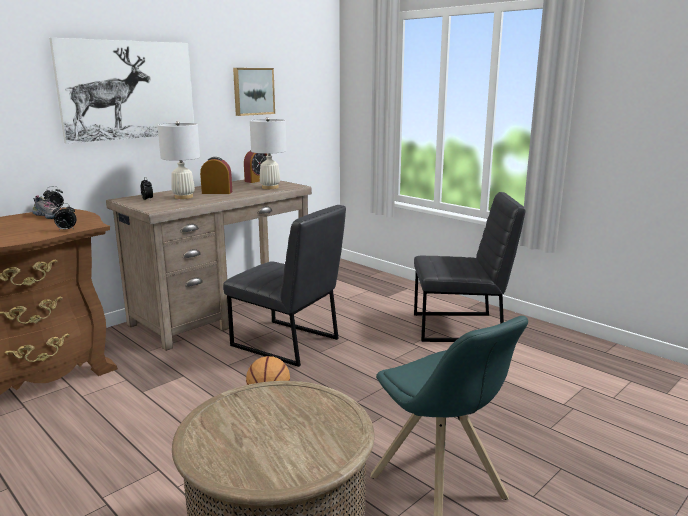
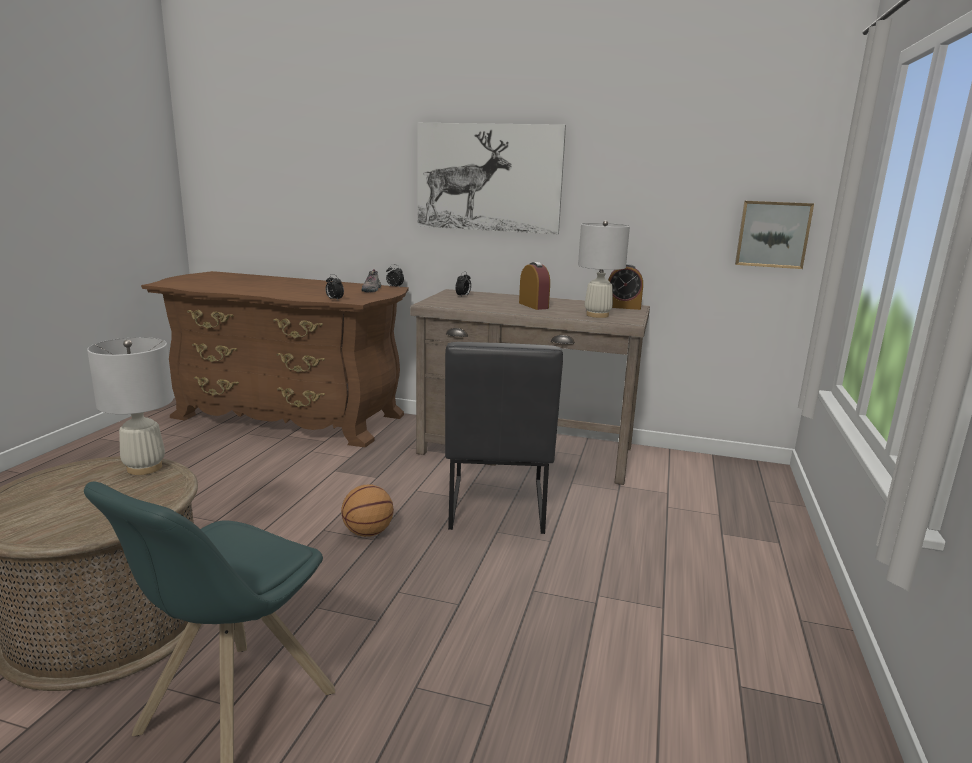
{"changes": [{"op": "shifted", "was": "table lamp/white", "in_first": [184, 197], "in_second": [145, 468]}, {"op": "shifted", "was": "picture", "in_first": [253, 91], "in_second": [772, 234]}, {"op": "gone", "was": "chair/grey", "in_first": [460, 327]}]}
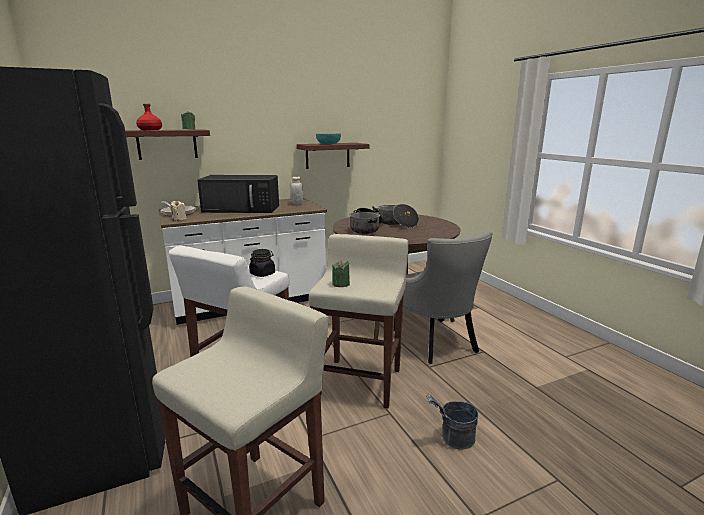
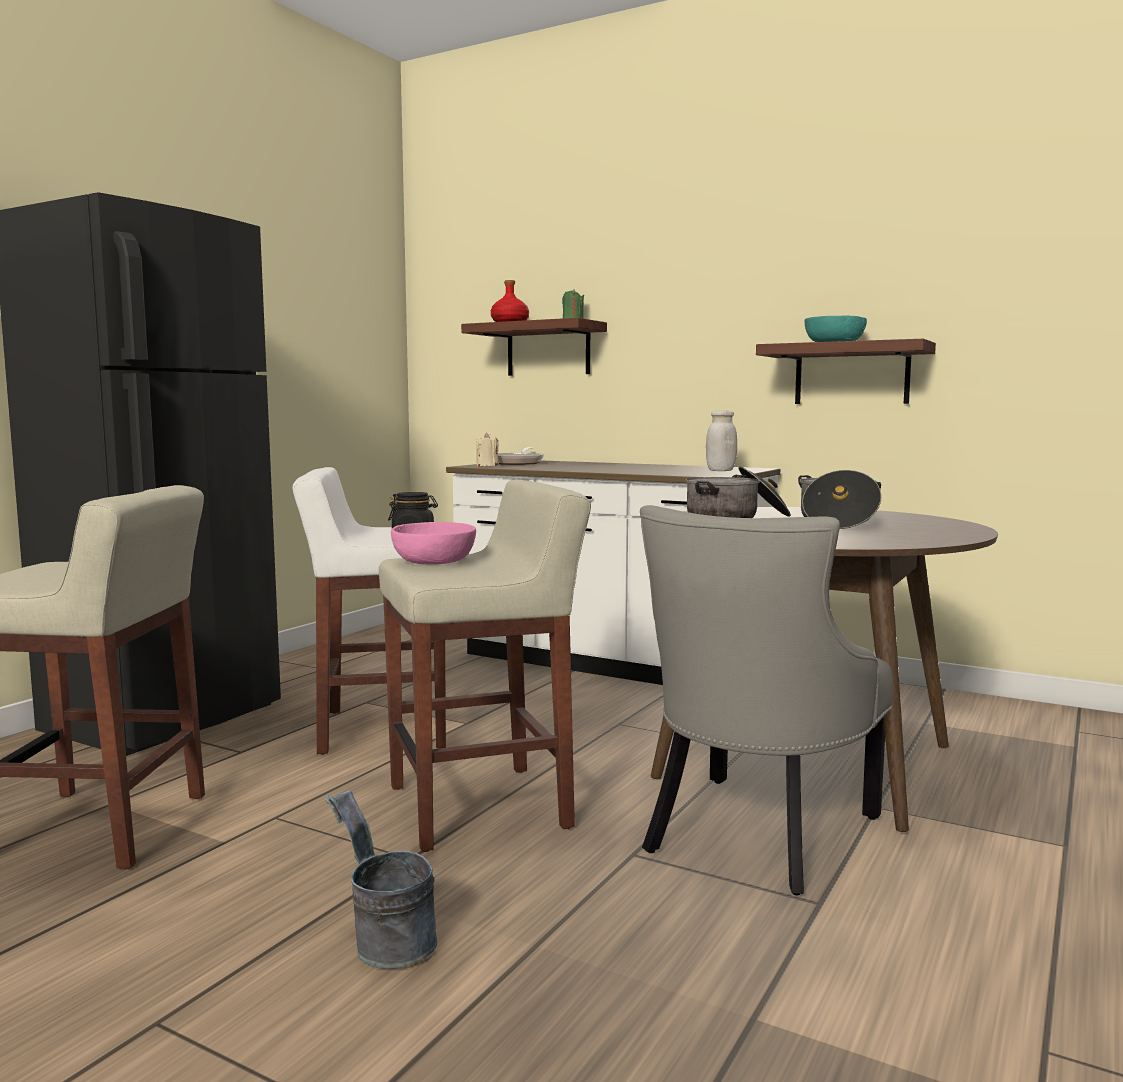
{"changes": [{"op": "swapped", "was": "candle/green", "now": "bowl/pink", "in_first": [341, 284], "in_second": [434, 561]}, {"op": "gone", "was": "microwave/black", "in_first": [242, 209]}]}
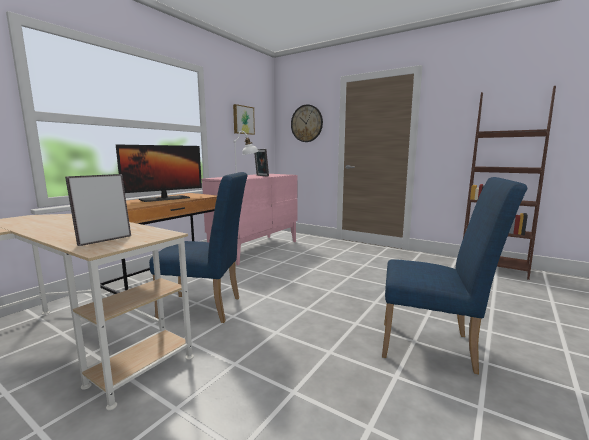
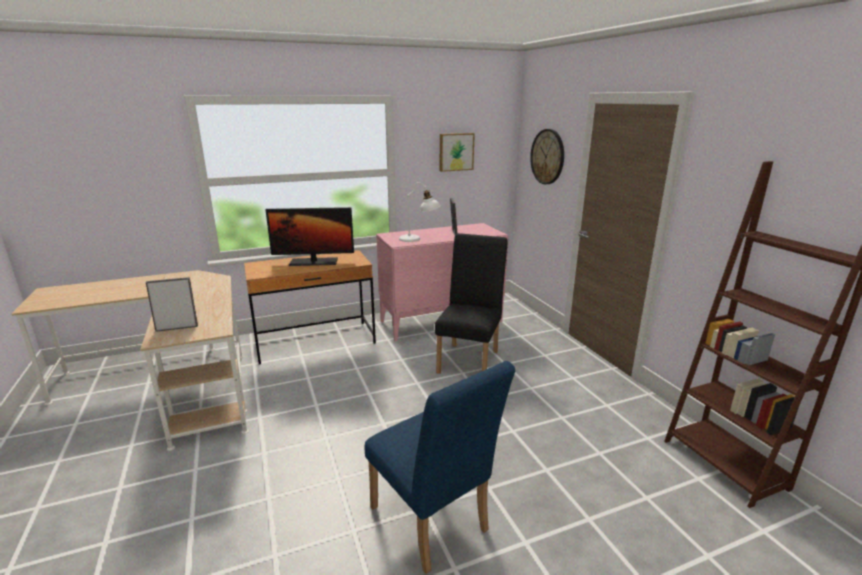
{"changes": [{"op": "new", "now": "chair/black", "in_second": [470, 359]}, {"op": "gone", "was": "chair/blue", "in_first": [206, 308]}]}
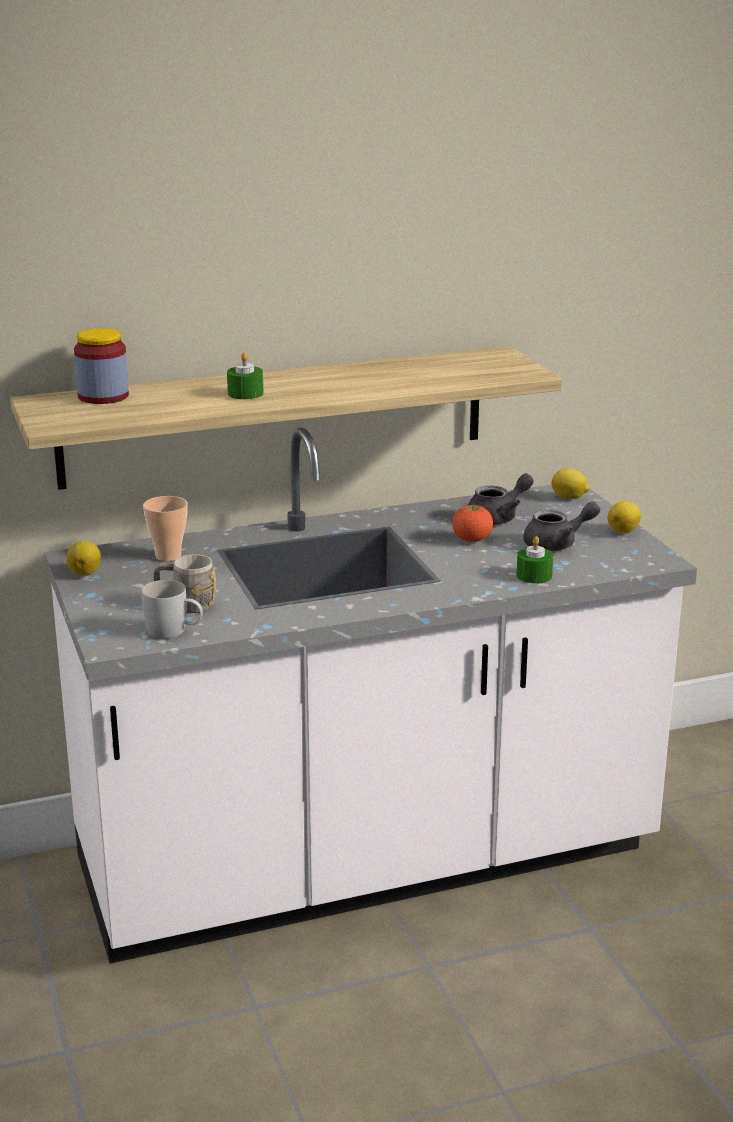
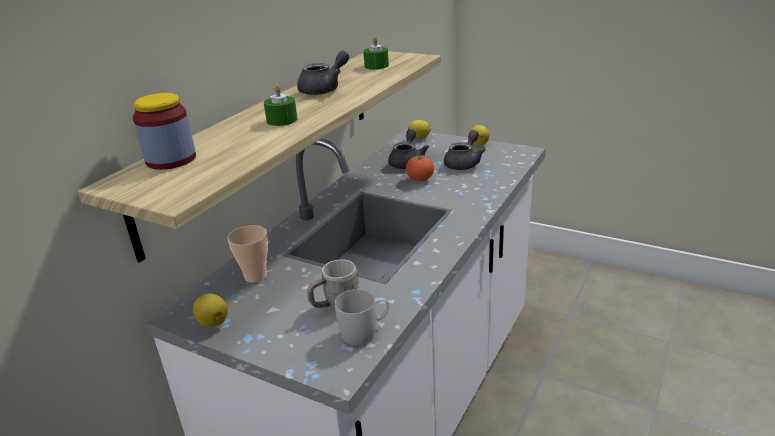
{"changes": [{"op": "new", "now": "teapot/grey", "in_second": [325, 89]}, {"op": "shifted", "was": "candle/green", "in_first": [534, 575], "in_second": [376, 66]}]}
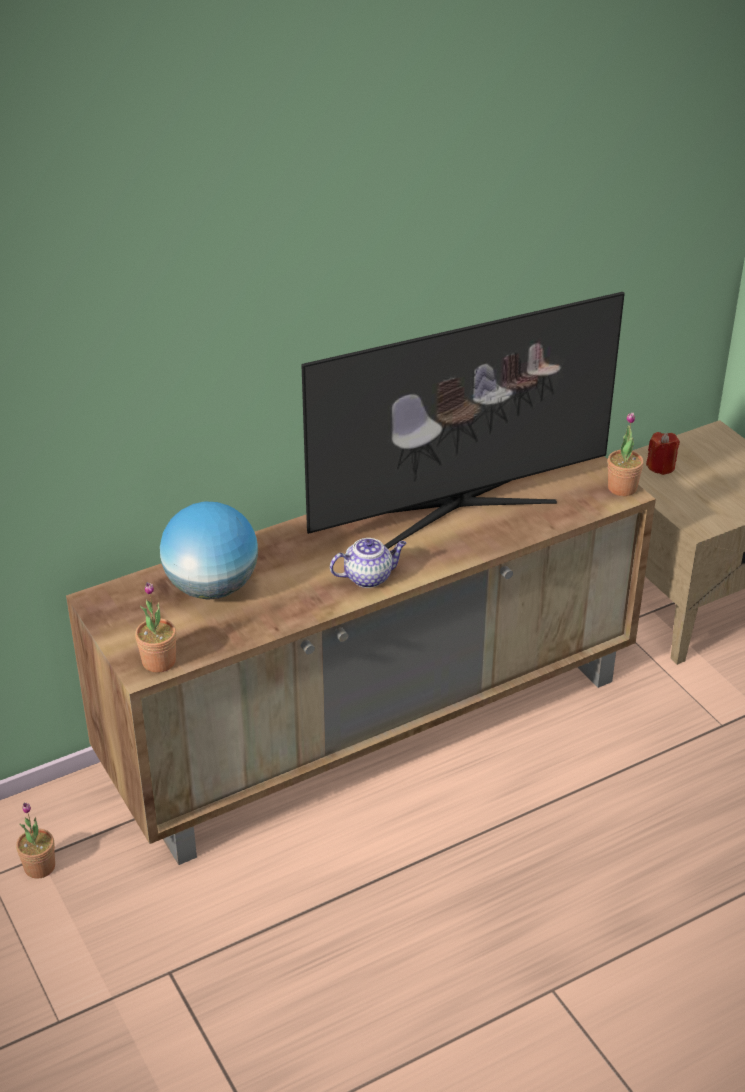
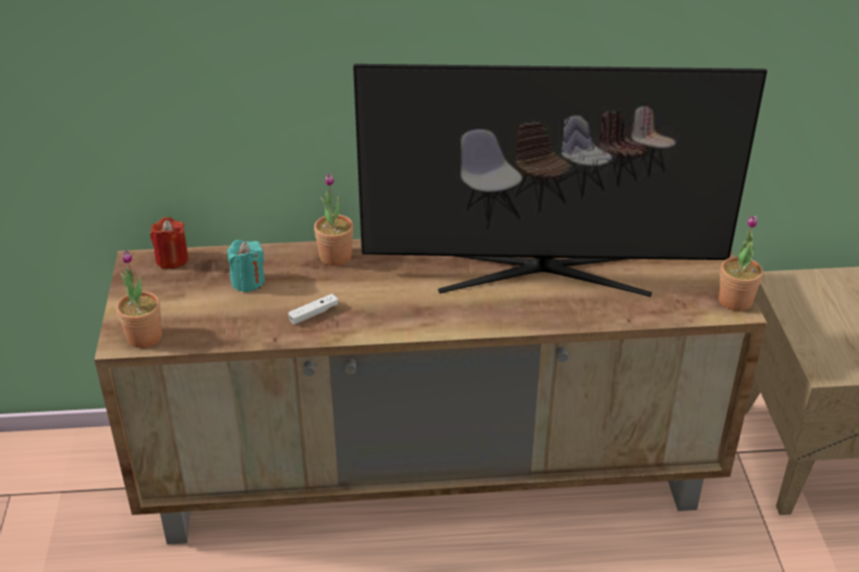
{"changes": [{"op": "shifted", "was": "candle/red", "in_first": [661, 466], "in_second": [172, 259]}, {"op": "swapped", "was": "globe", "now": "candle/turquoise", "in_first": [212, 588], "in_second": [248, 282]}, {"op": "new", "now": "game controller/white", "in_second": [314, 314]}, {"op": "shifted", "was": "potted plant", "in_first": [39, 867], "in_second": [335, 256]}, {"op": "gone", "was": "teapot", "in_first": [369, 577]}]}
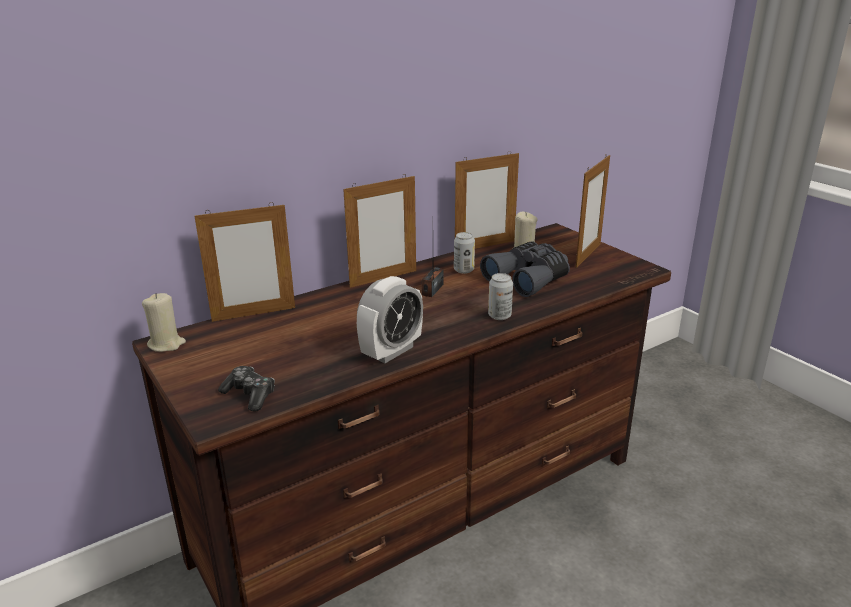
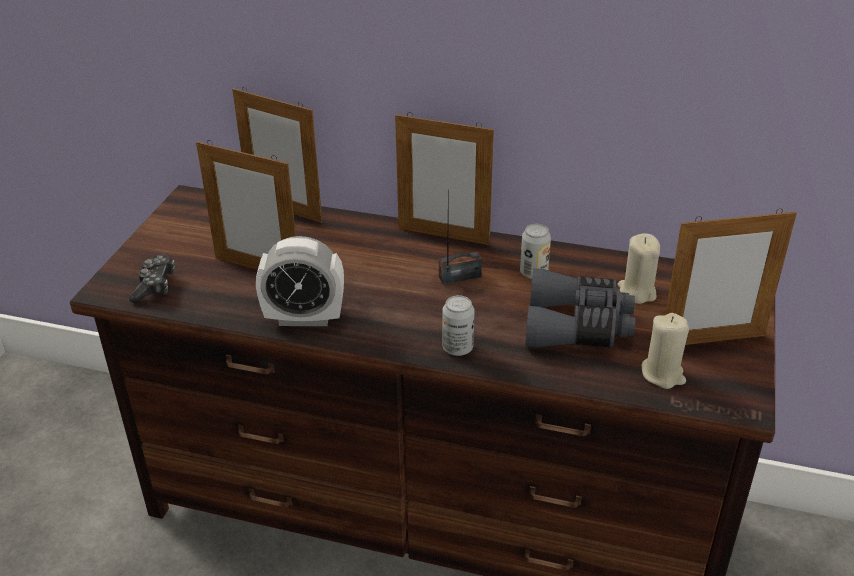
{"changes": [{"op": "shifted", "was": "picture frame", "in_first": [485, 246], "in_second": [257, 269]}, {"op": "shifted", "was": "candle/beige", "in_first": [166, 344], "in_second": [663, 374]}]}
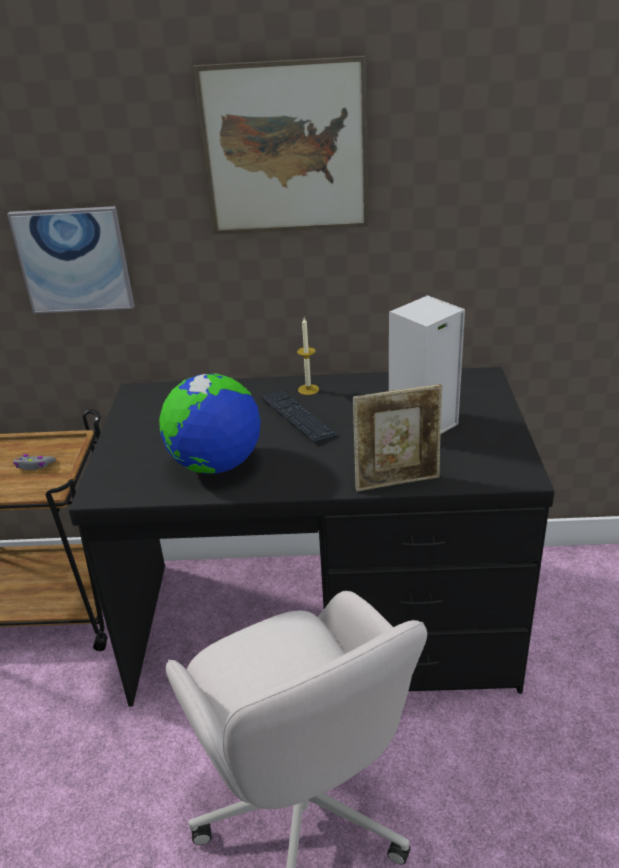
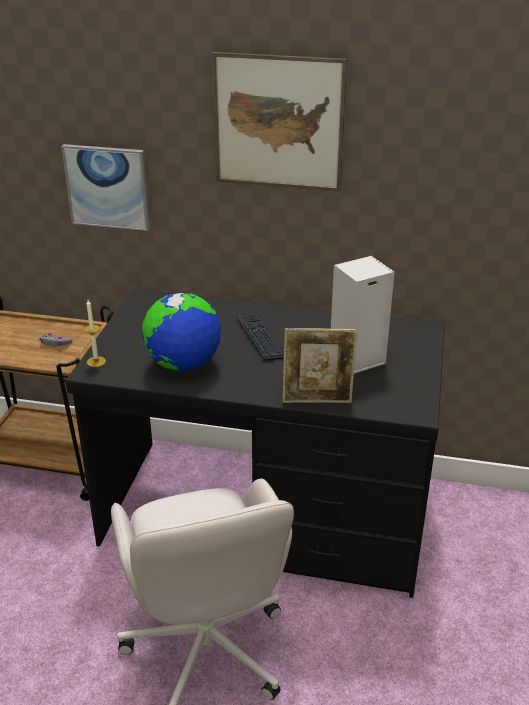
{"changes": [{"op": "shifted", "was": "candle", "in_first": [308, 389], "in_second": [96, 361]}]}
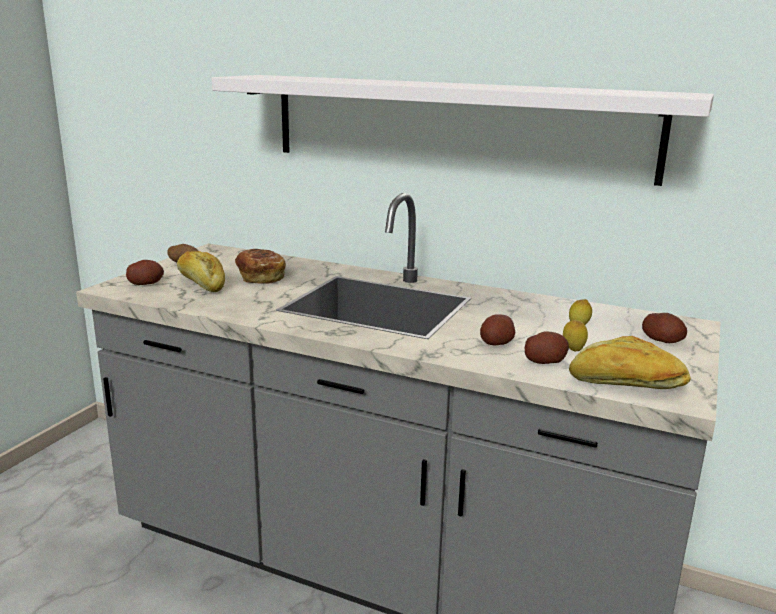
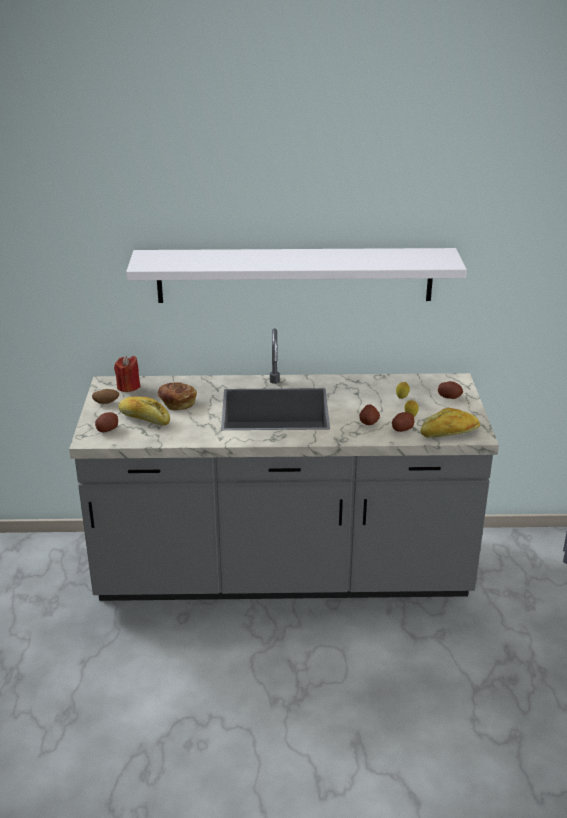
{"changes": [{"op": "new", "now": "candle/red", "in_second": [128, 387]}]}
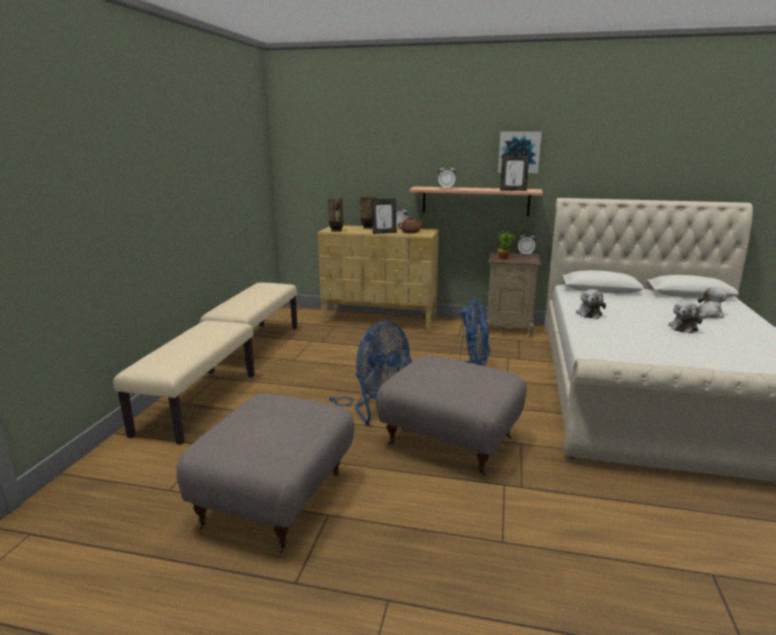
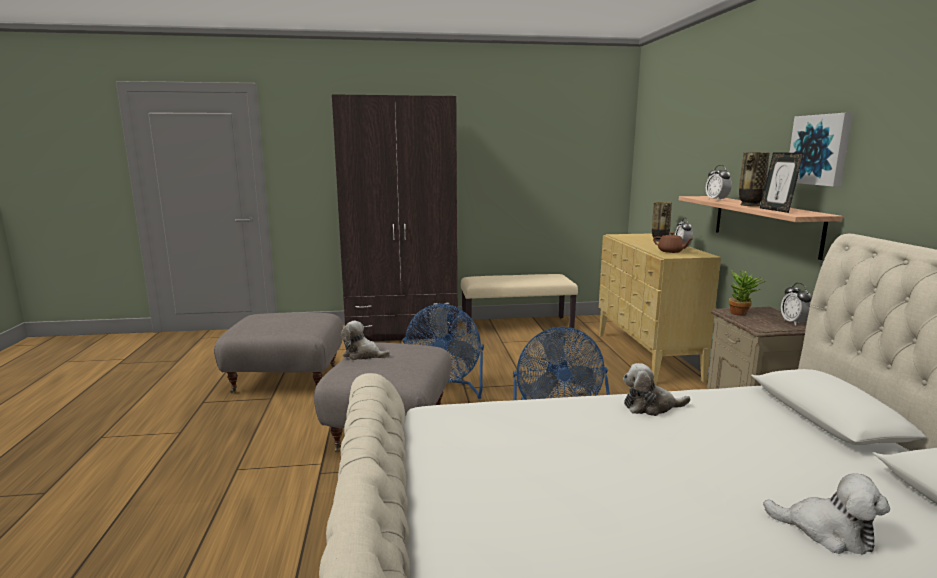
{"changes": [{"op": "swapped", "was": "bench/beige", "now": "wardrobe/brown", "in_first": [197, 403], "in_second": [402, 332]}, {"op": "shifted", "was": "plush toy", "in_first": [683, 327], "in_second": [363, 355]}, {"op": "shifted", "was": "vase", "in_first": [336, 231], "in_second": [749, 205]}, {"op": "gone", "was": "picture frame", "in_first": [384, 233]}]}
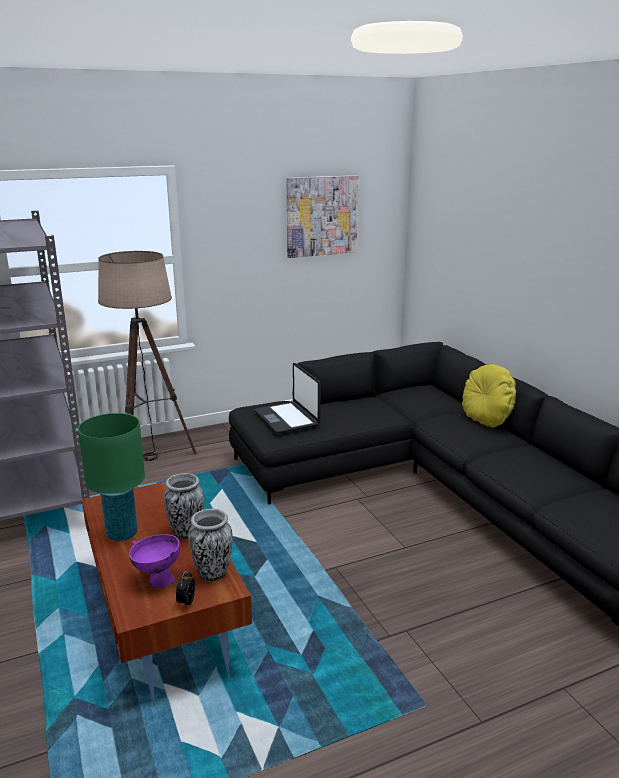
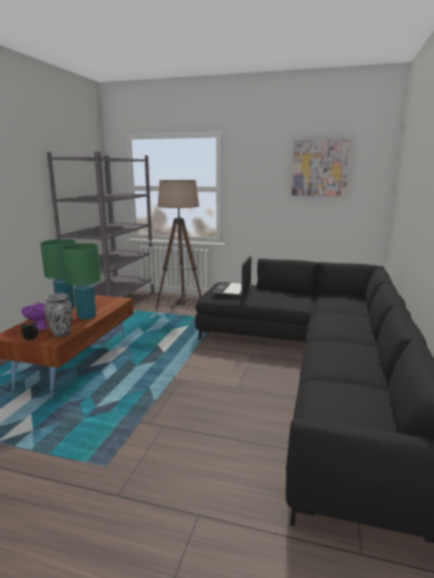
{"changes": [{"op": "swapped", "was": "vase", "now": "table lamp/green", "in_first": [186, 533], "in_second": [87, 316]}, {"op": "gone", "was": "pillow/yellow", "in_first": [486, 421]}]}
